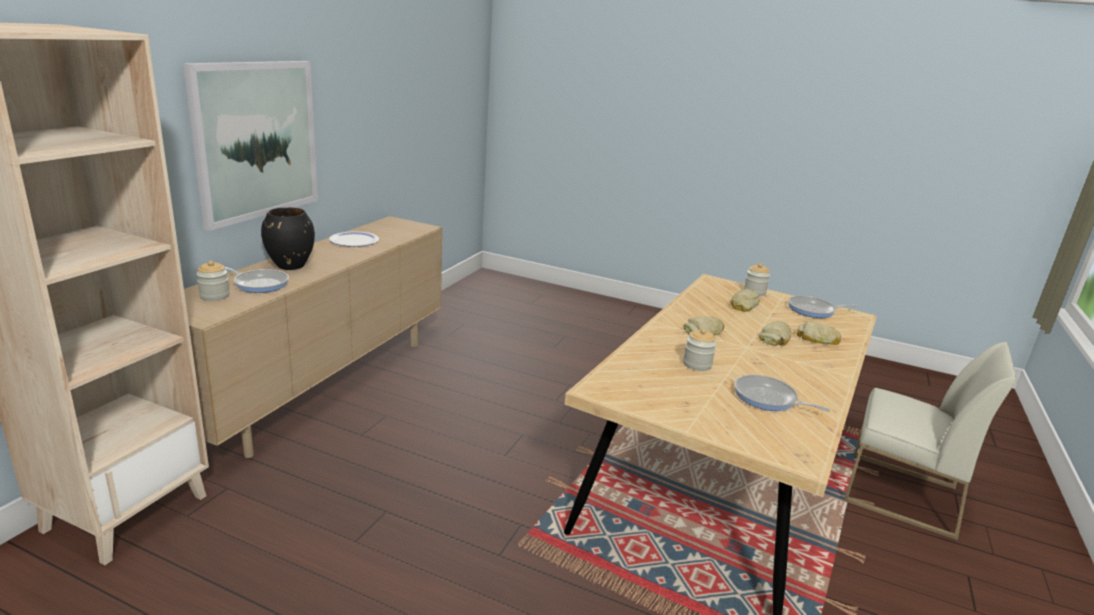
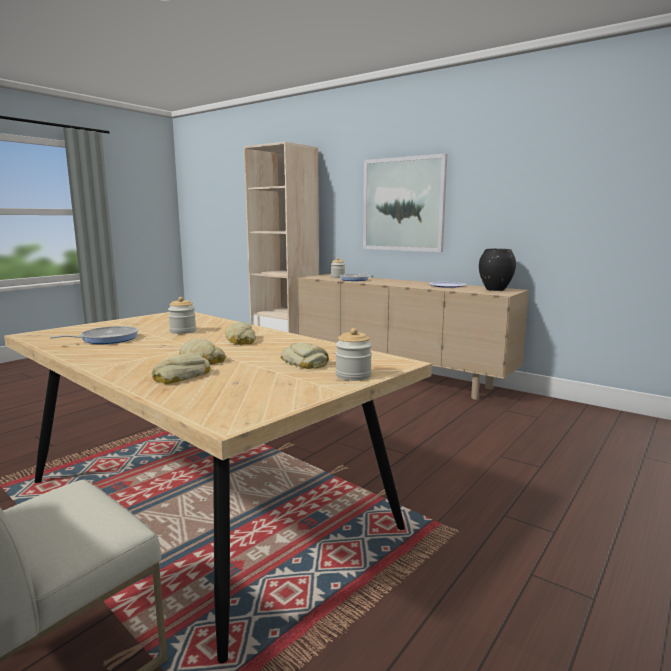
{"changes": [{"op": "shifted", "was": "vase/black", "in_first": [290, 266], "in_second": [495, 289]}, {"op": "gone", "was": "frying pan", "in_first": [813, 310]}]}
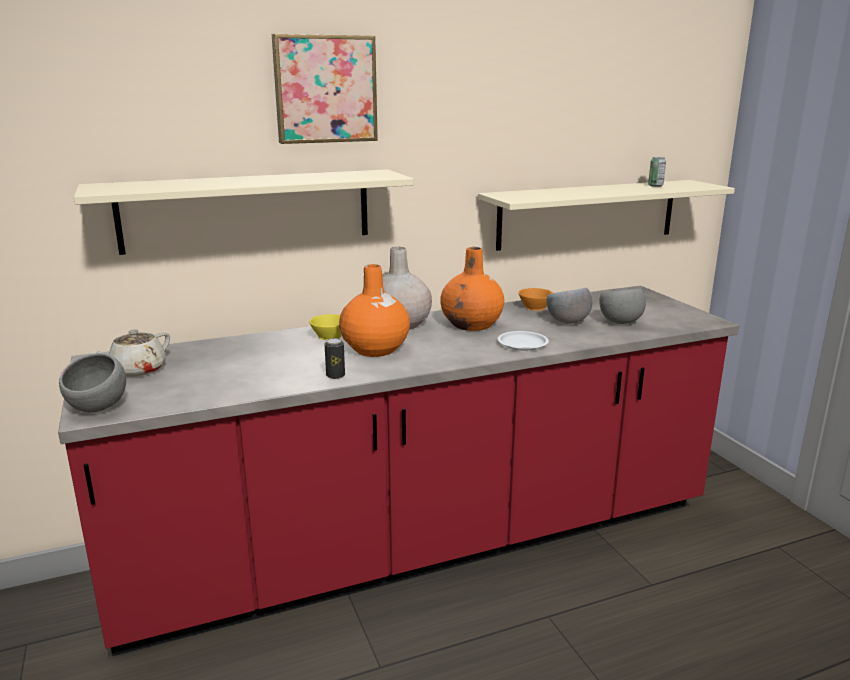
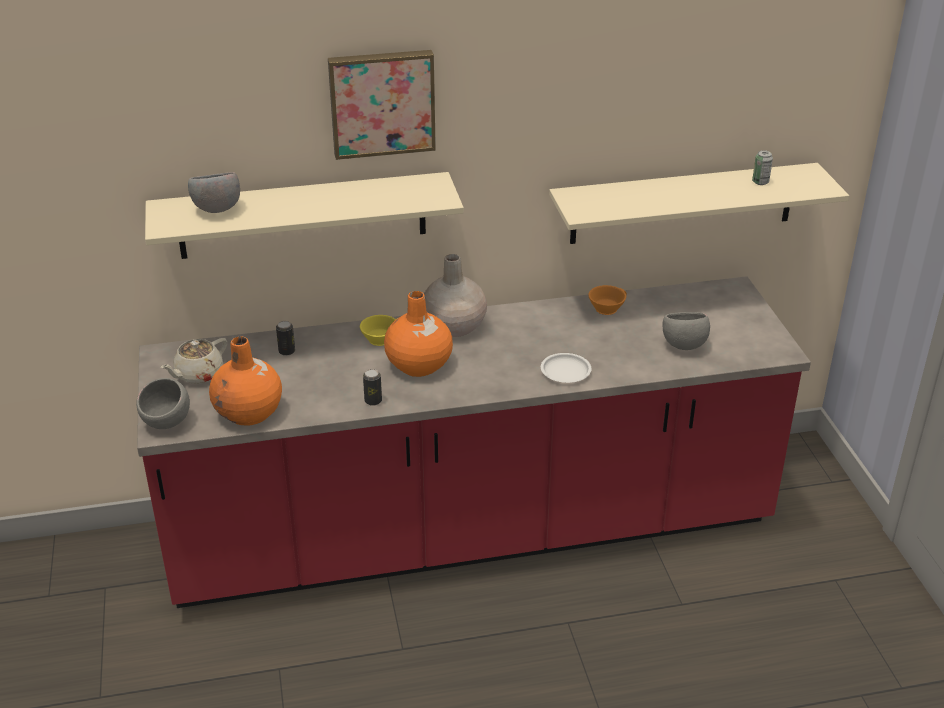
{"changes": [{"op": "shifted", "was": "bowl/grey", "in_first": [568, 322], "in_second": [217, 210]}, {"op": "shifted", "was": "vase/orange", "in_first": [472, 325], "in_second": [249, 413]}, {"op": "new", "now": "can", "in_second": [287, 351]}]}
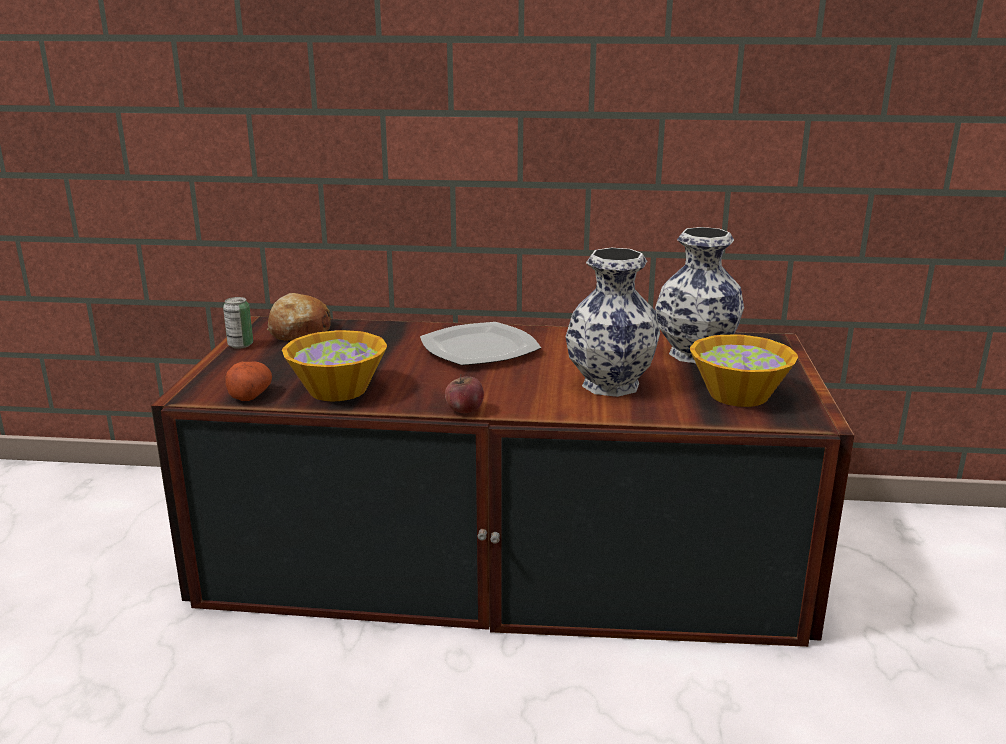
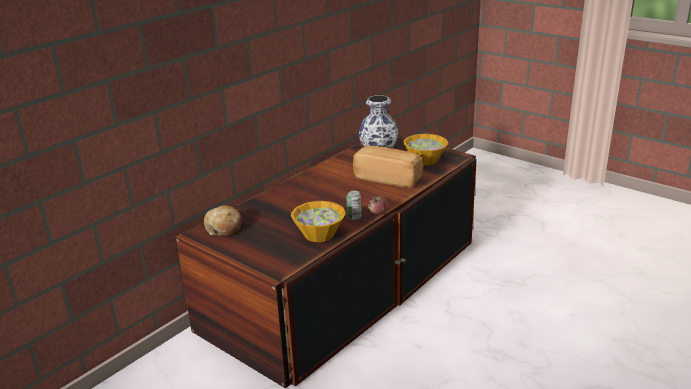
{"changes": [{"op": "shifted", "was": "can", "in_first": [240, 345], "in_second": [354, 217]}, {"op": "swapped", "was": "vase", "now": "bread", "in_first": [609, 385], "in_second": [388, 178]}, {"op": "gone", "was": "potato", "in_first": [250, 394]}, {"op": "gone", "was": "plate", "in_first": [478, 348]}]}
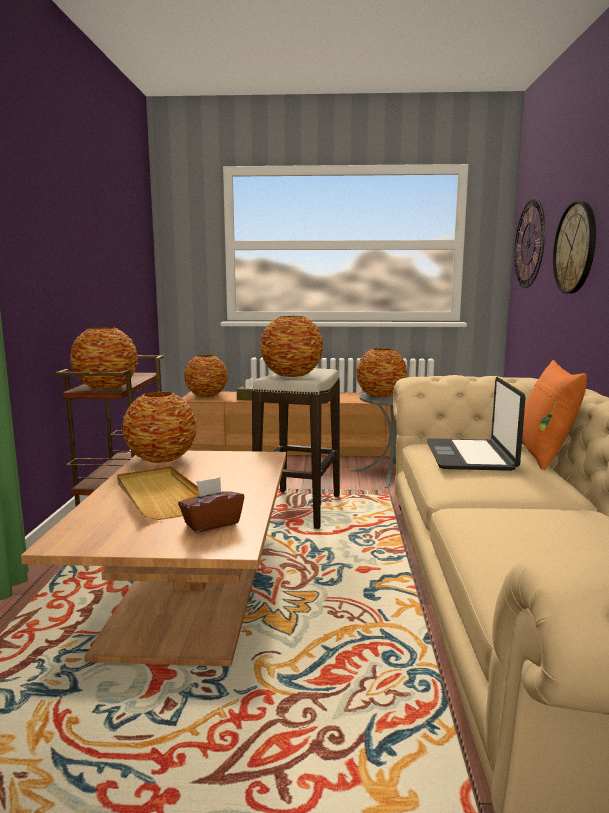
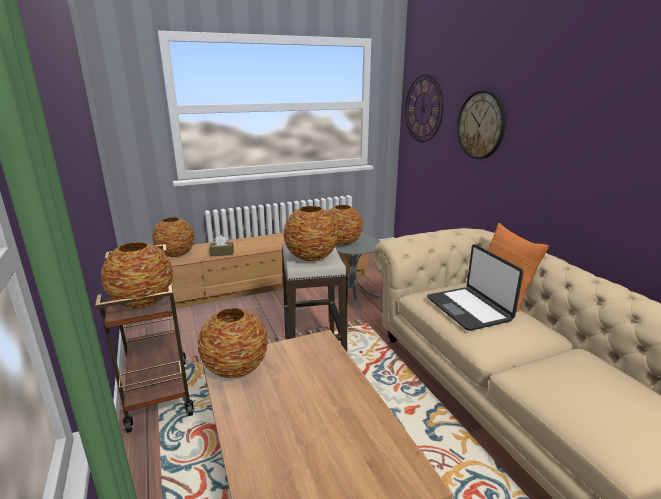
{"changes": [{"op": "gone", "was": "tray/beige", "in_first": [160, 496]}, {"op": "gone", "was": "tissue box/brown", "in_first": [211, 523]}]}
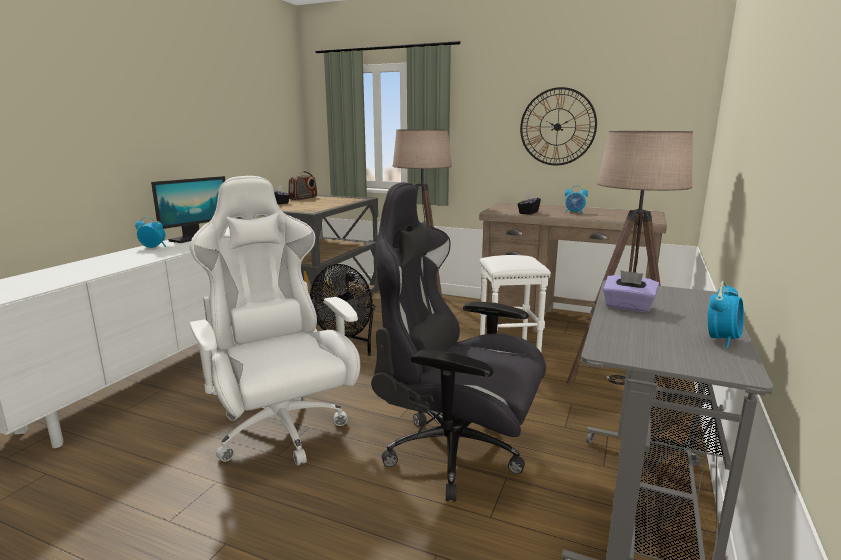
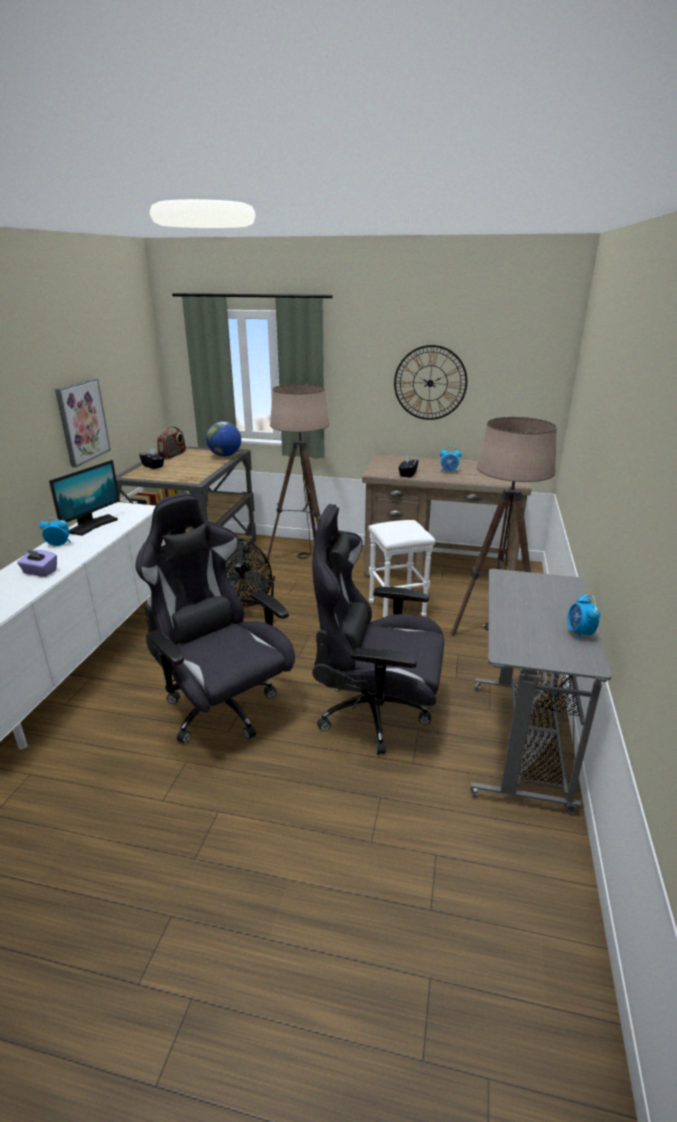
{"changes": [{"op": "shifted", "was": "tissue box/purple", "in_first": [628, 307], "in_second": [40, 572]}, {"op": "new", "now": "picture", "in_second": [82, 421]}, {"op": "repainted", "was": "office chair/white", "now": "office chair/black", "in_first": [284, 435], "in_second": [225, 712]}, {"op": "new", "now": "globe", "in_second": [225, 455]}, {"op": "rotated", "was": "alarm clock", "in_first": [721, 339], "in_second": [579, 633], "clockwise": 150}]}
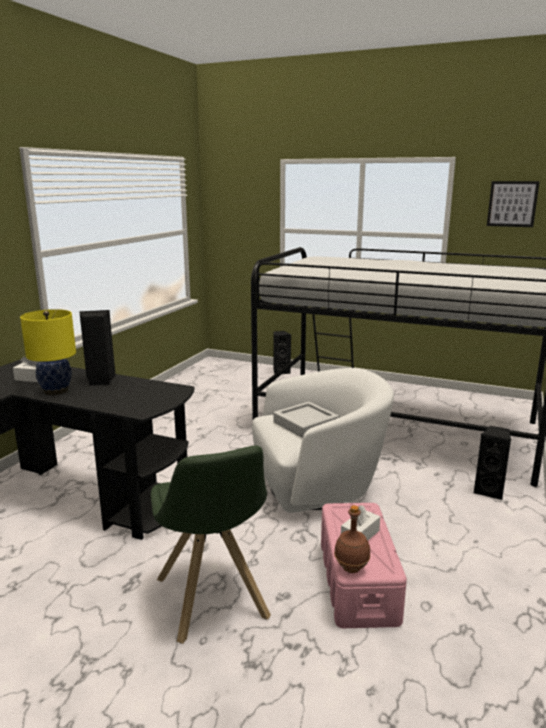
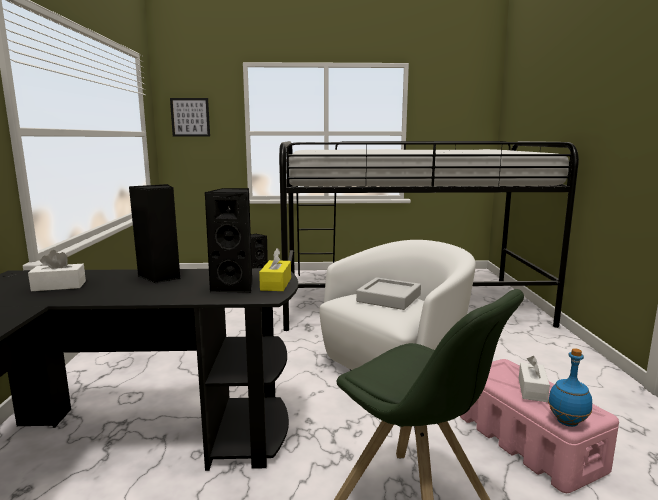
{"changes": [{"op": "shifted", "was": "picture", "in_first": [512, 204], "in_second": [190, 117]}, {"op": "shifted", "was": "speaker/black", "in_first": [489, 491], "in_second": [235, 287]}, {"op": "new", "now": "tissue box/yellow", "in_second": [276, 284]}, {"op": "repainted", "was": "bottle/brown", "now": "bottle/blue", "in_first": [352, 568], "in_second": [567, 422]}, {"op": "gone", "was": "table lamp/yellow", "in_first": [56, 390]}]}
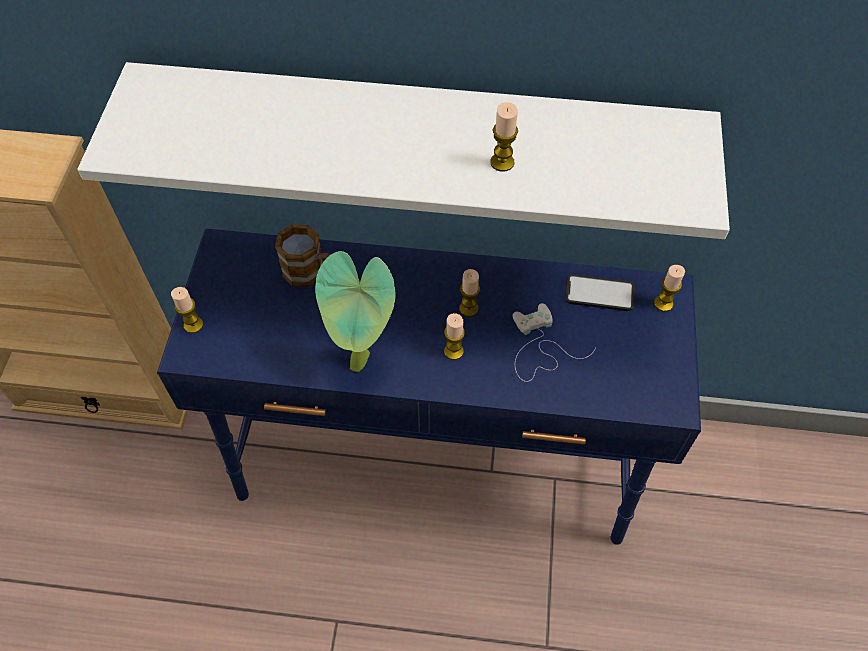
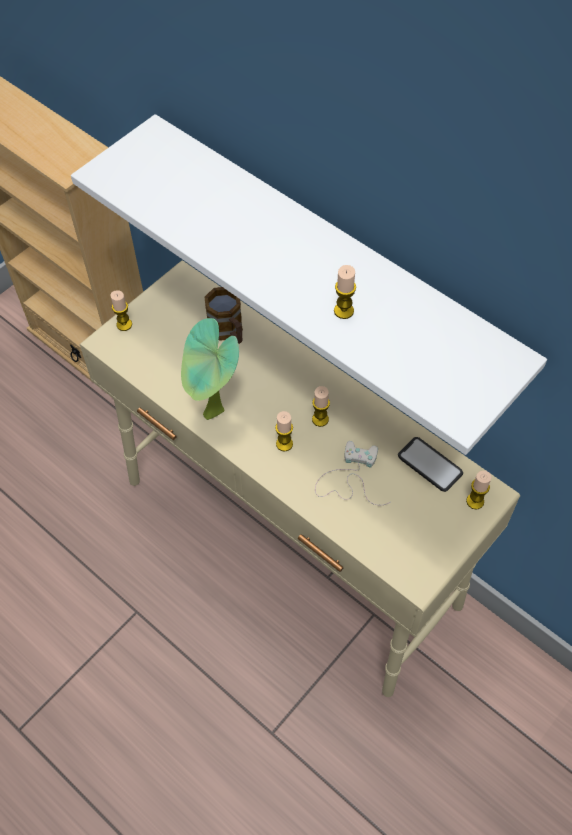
{"changes": [{"op": "repainted", "was": "console table/blue", "now": "console table/beige", "in_first": [434, 463], "in_second": [288, 544]}]}
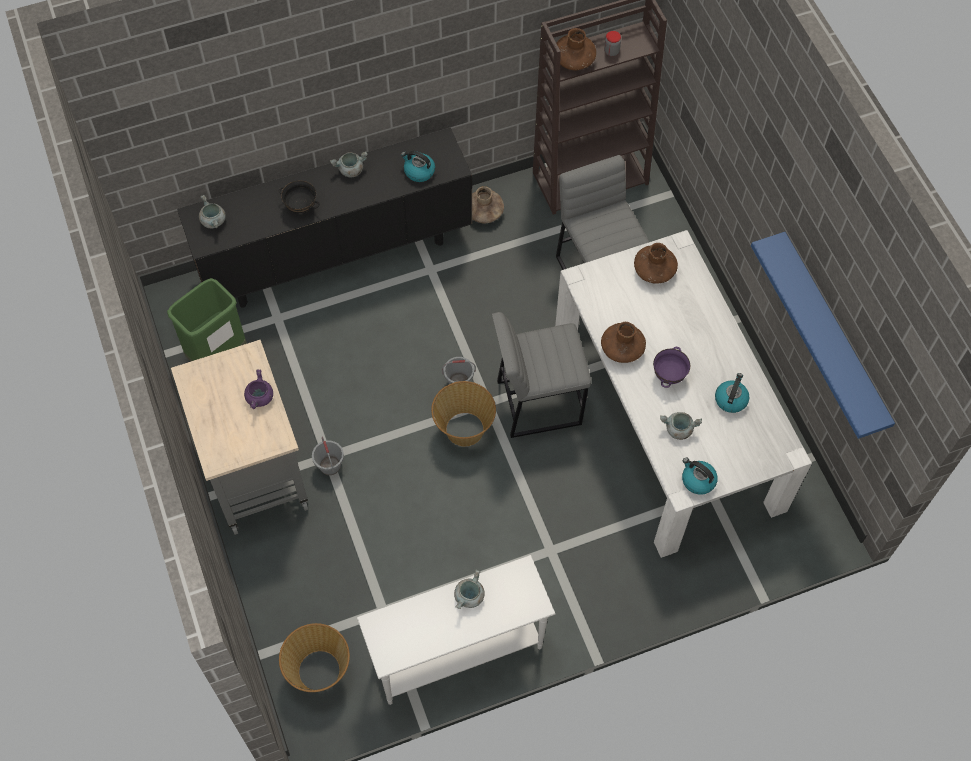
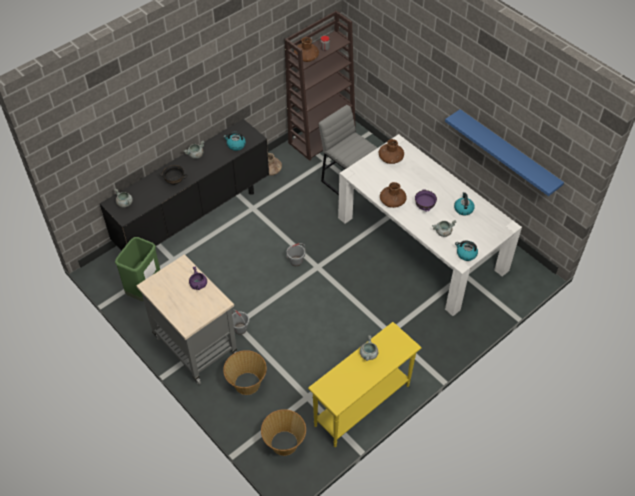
{"changes": [{"op": "shifted", "was": "basket", "in_first": [464, 429], "in_second": [246, 384]}, {"op": "repainted", "was": "console table/white", "now": "console table/yellow", "in_first": [457, 655], "in_second": [362, 406]}, {"op": "gone", "was": "chair/grey", "in_first": [536, 403]}]}
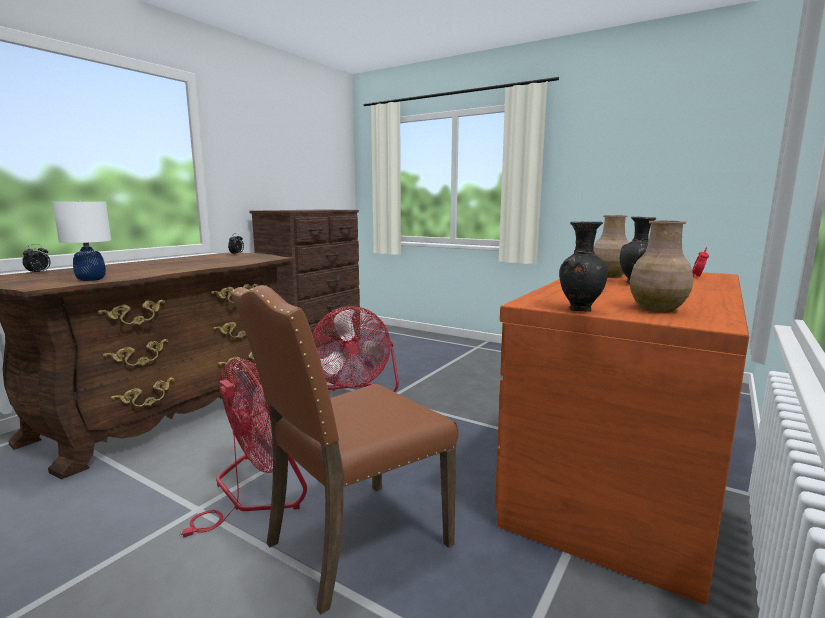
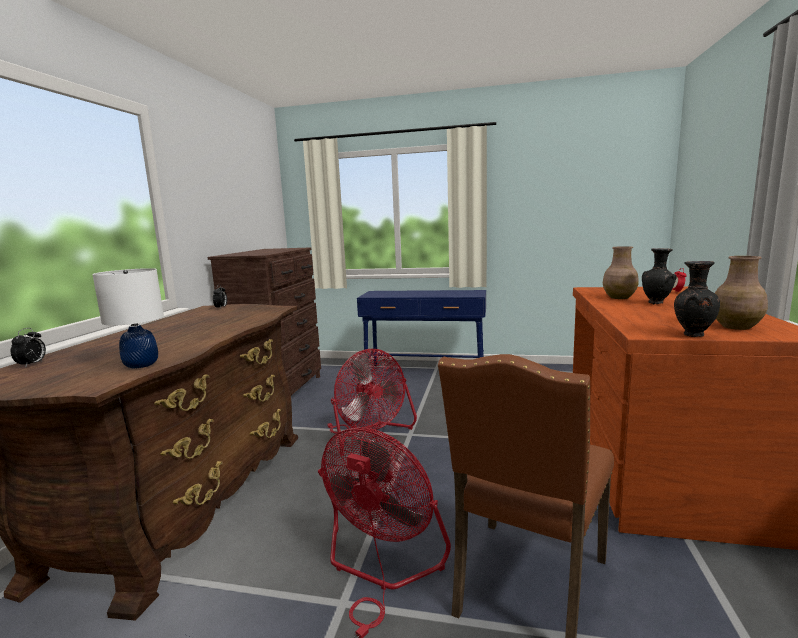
{"changes": [{"op": "new", "now": "console table/blue", "in_second": [424, 373]}]}
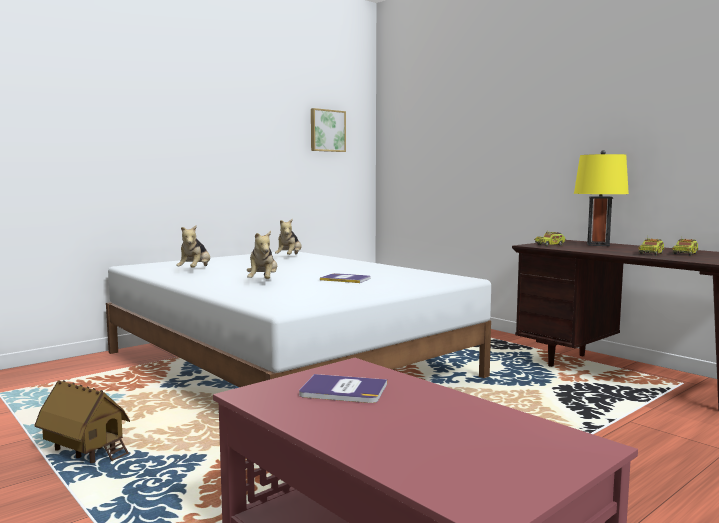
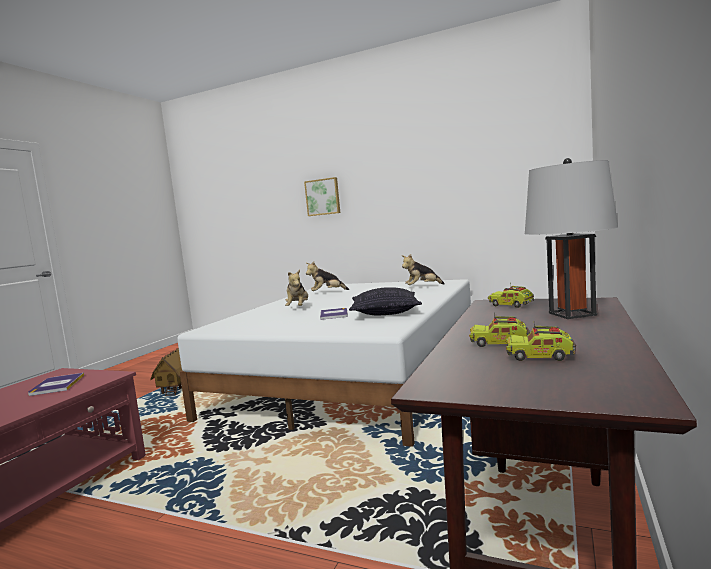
{"changes": [{"op": "rotated", "was": "plush toy", "in_first": [263, 282], "in_second": [298, 308], "clockwise": -60}, {"op": "shifted", "was": "picture", "in_first": [327, 130], "in_second": [323, 197]}, {"op": "new", "now": "pillow", "in_second": [385, 312]}, {"op": "repainted", "was": "table lamp/yellow", "now": "table lamp/grey", "in_first": [598, 245], "in_second": [572, 314]}]}
